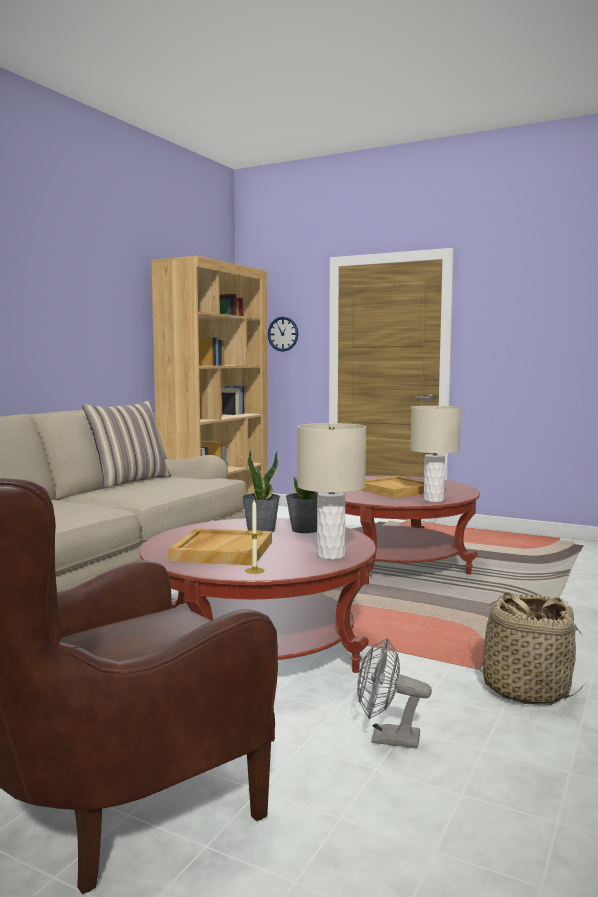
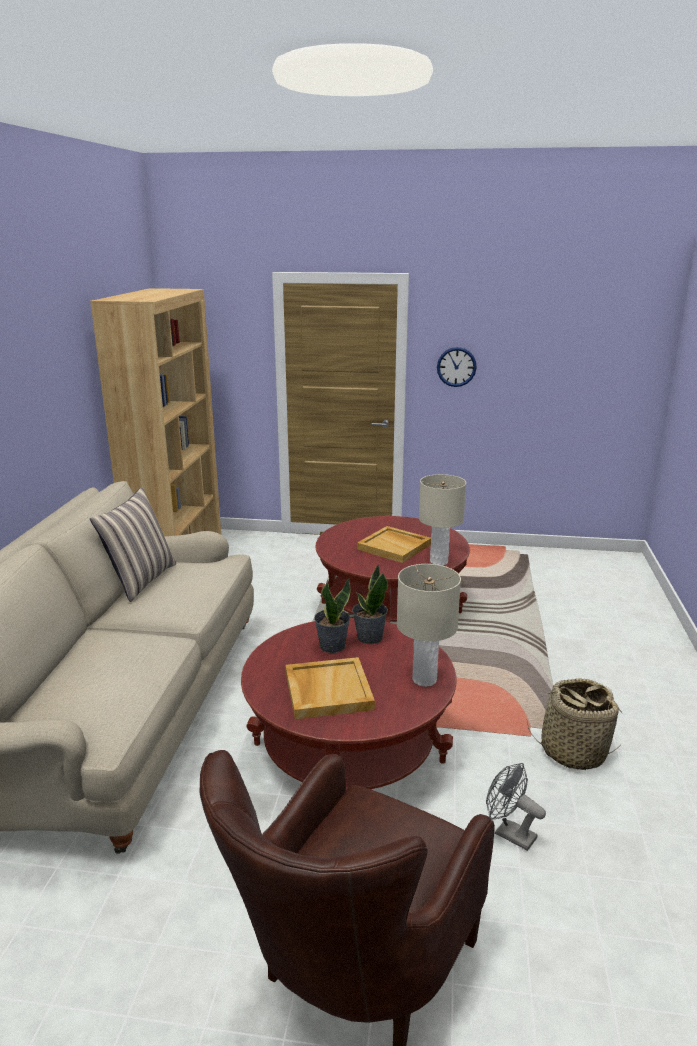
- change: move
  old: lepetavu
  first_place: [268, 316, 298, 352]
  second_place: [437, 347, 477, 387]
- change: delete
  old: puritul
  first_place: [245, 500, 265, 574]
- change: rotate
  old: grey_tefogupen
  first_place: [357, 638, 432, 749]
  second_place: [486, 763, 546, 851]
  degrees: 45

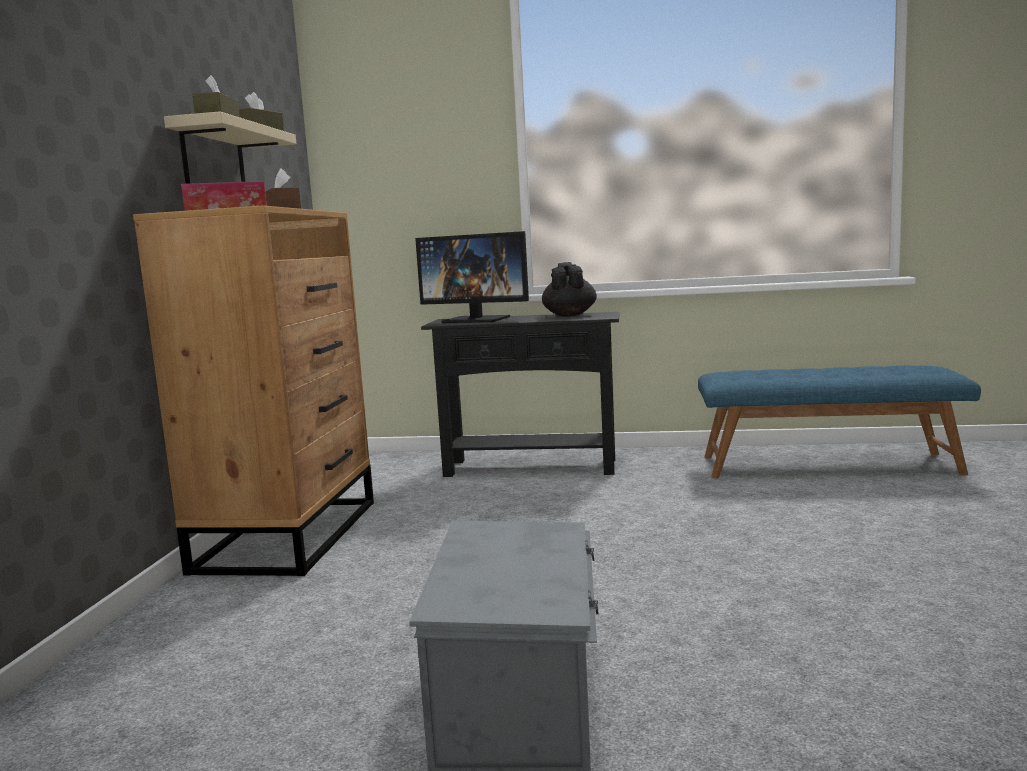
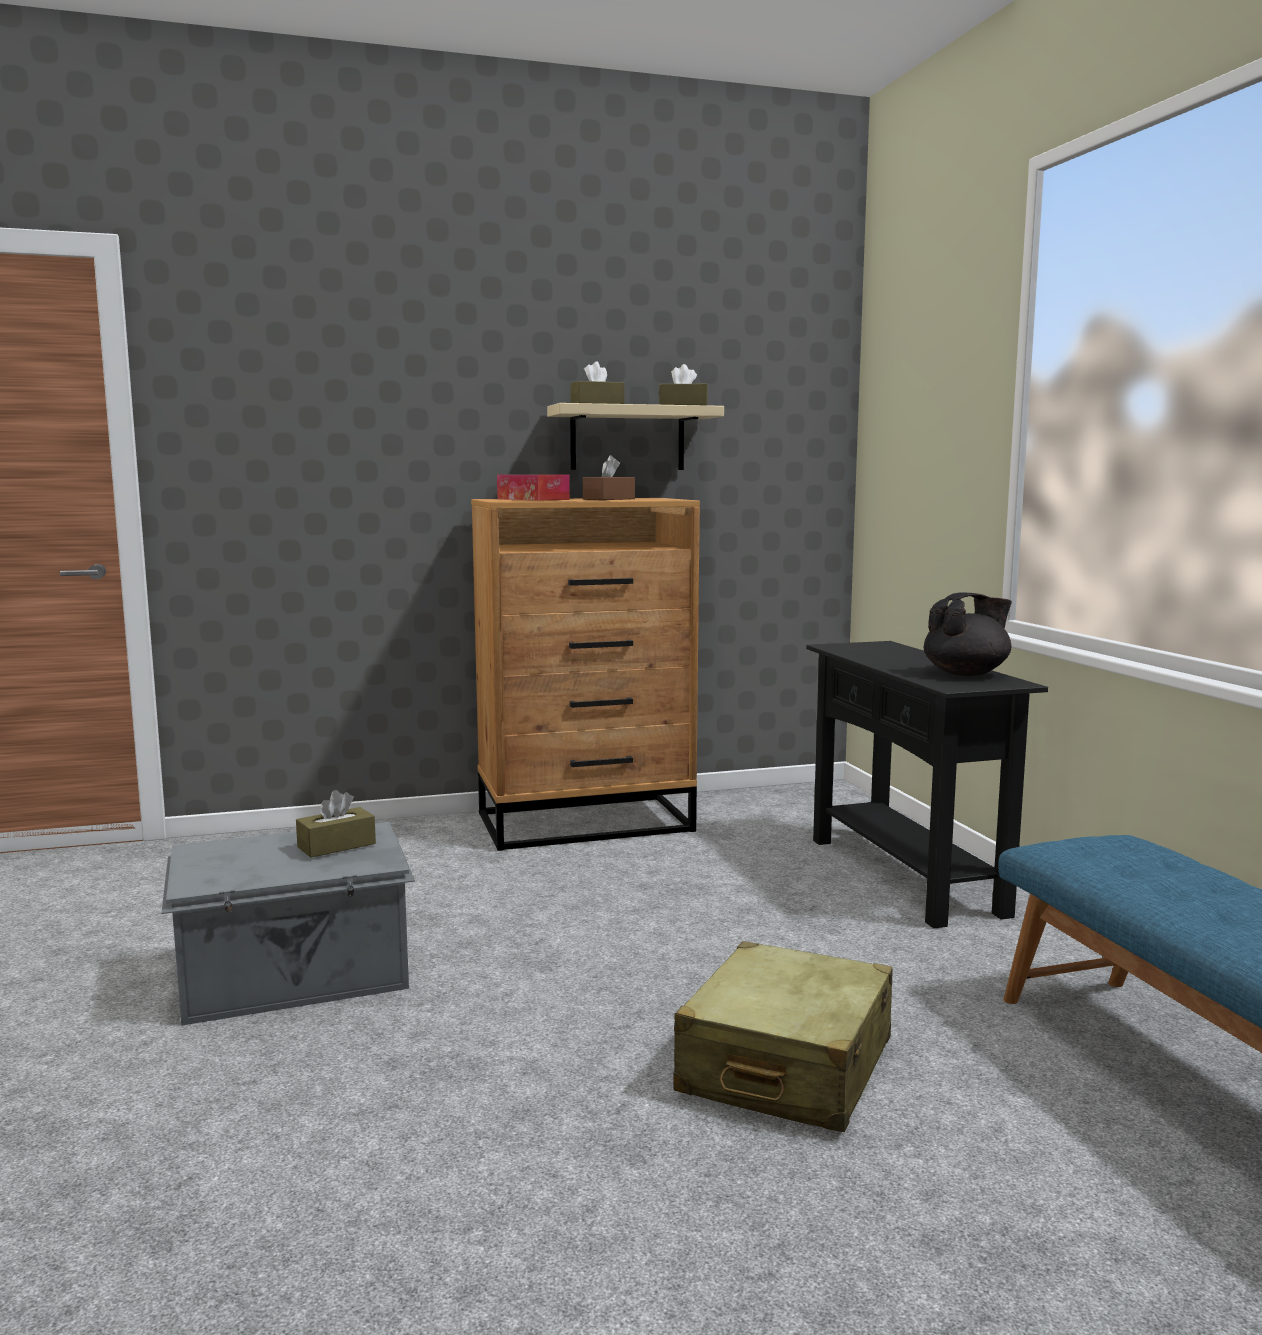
- change: delete
  old: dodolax
  first_place: [415, 231, 529, 323]
- change: insert
  new: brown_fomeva
  second_place: [296, 790, 376, 858]
- change: insert
  new: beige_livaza
  second_place: [673, 941, 892, 1132]

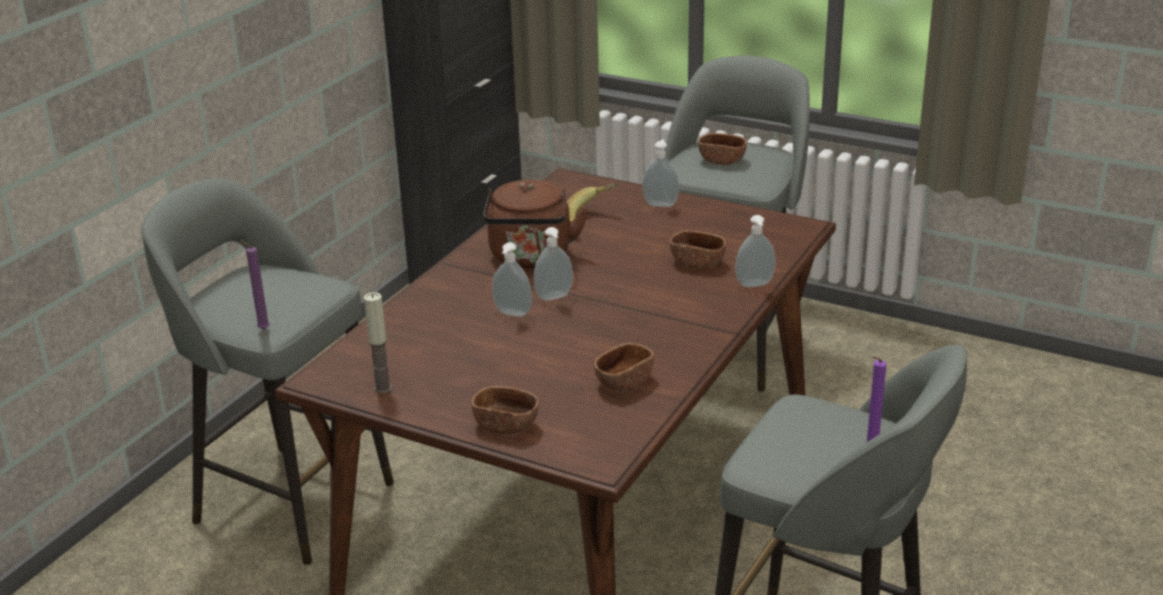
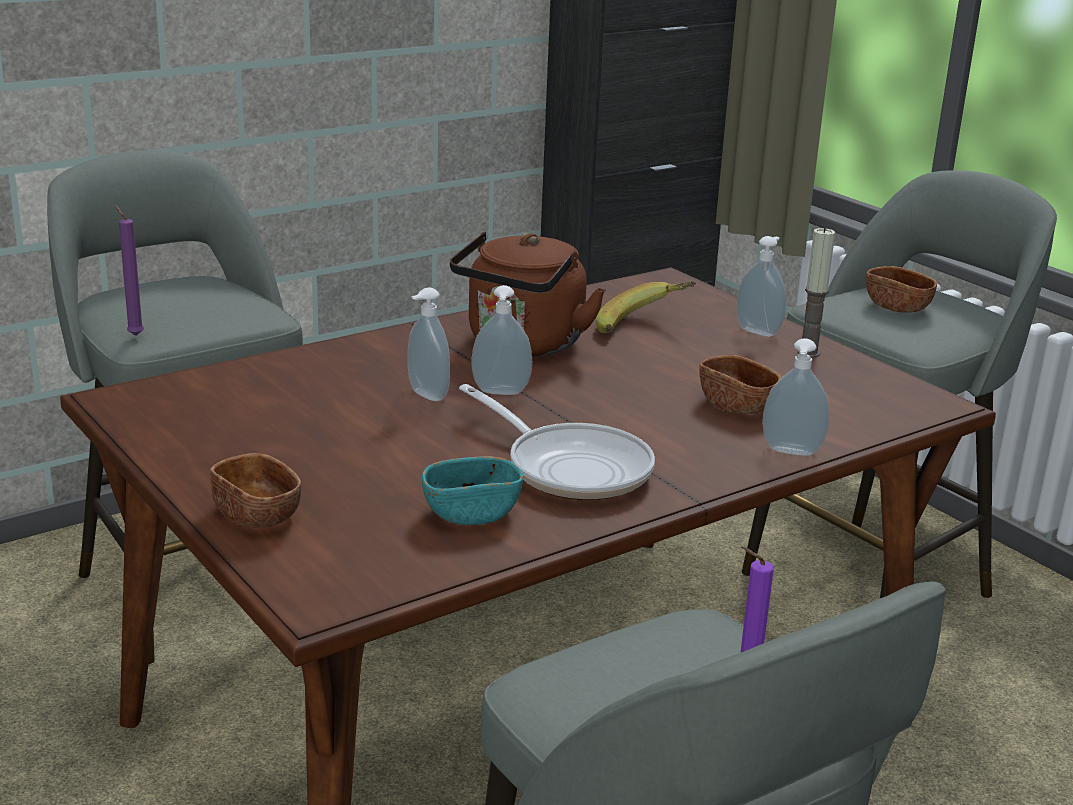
- change: move
  old: puritul
  first_place: [364, 292, 392, 394]
  second_place: [798, 227, 835, 358]
- change: recolor
  old: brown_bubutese
  new: turquoise_bubutese
  first_place: [594, 343, 654, 392]
  second_place: [422, 456, 523, 525]
- change: insert
  new: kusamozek
  second_place: [459, 384, 655, 500]

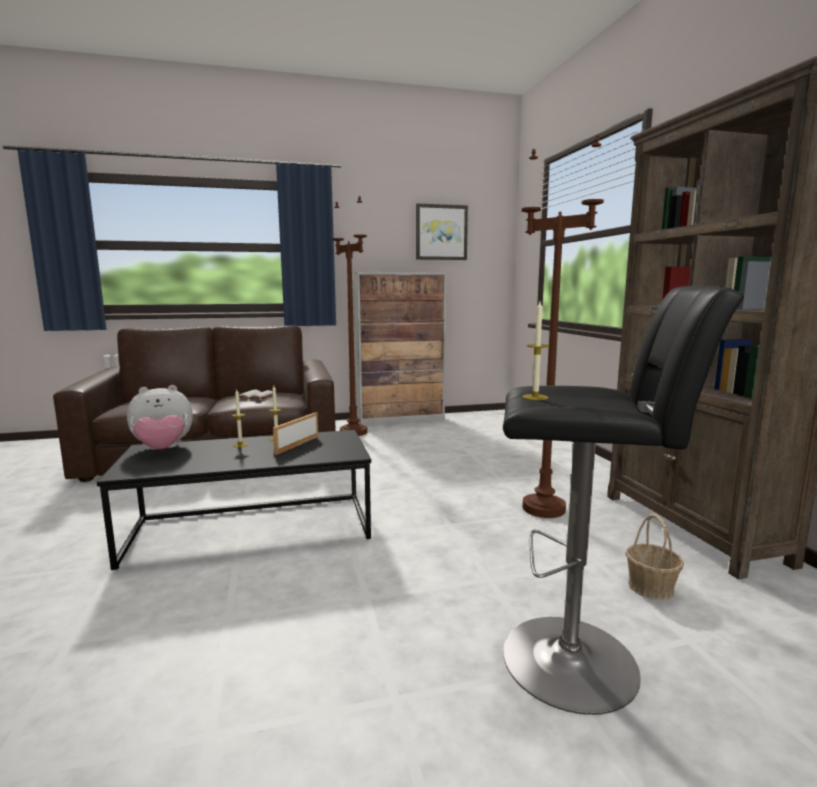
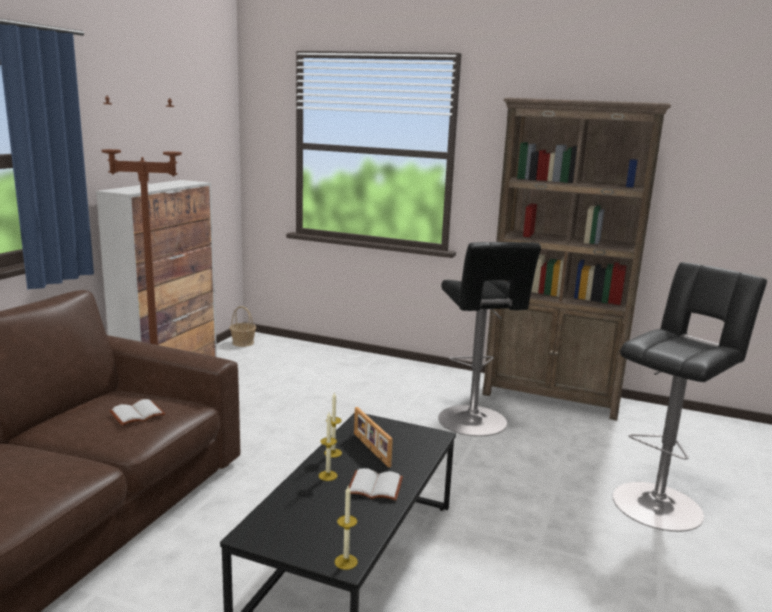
- change: replace
  old: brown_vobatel
  new: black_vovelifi
  first_place: [521, 135, 604, 518]
  second_place: [438, 242, 541, 436]
- change: delete
  old: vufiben
  first_place: [416, 203, 468, 260]
- change: move
  old: puritul
  first_place: [522, 301, 549, 400]
  second_place: [335, 486, 358, 570]
- change: delete
  old: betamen
  first_place: [127, 385, 193, 449]
- change: move
  old: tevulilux
  first_place: [625, 514, 684, 600]
  second_place: [229, 306, 256, 347]
- change: insert
  new: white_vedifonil
  second_place: [349, 468, 403, 501]

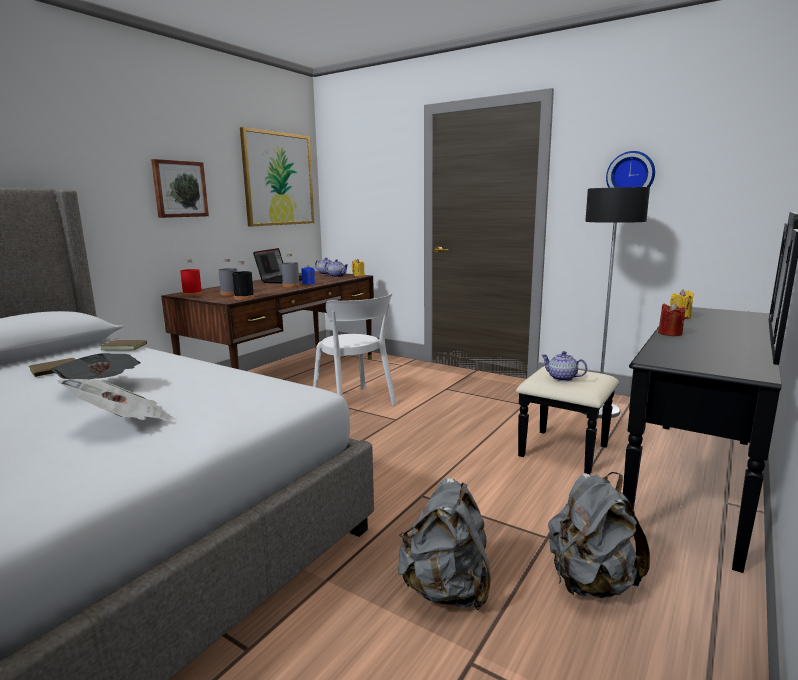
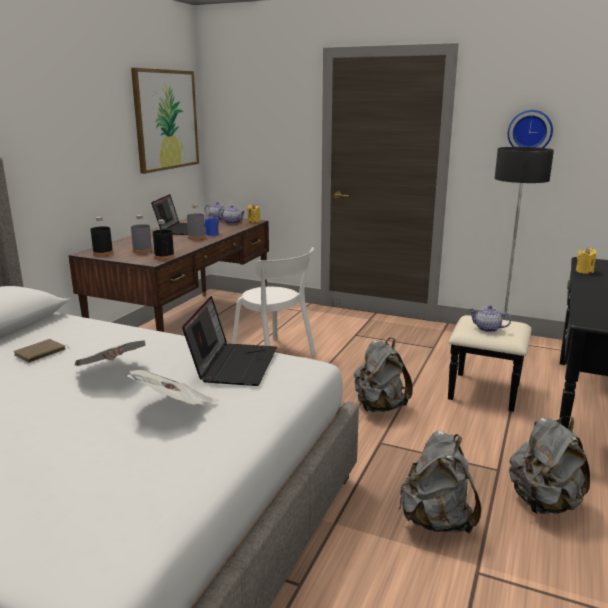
- change: delete
  old: vufiben
  first_place: [151, 159, 209, 218]
- change: recolor
  old: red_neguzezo
  new: black_neguzezo
  first_place: [180, 259, 202, 297]
  second_place: [90, 217, 113, 256]
- change: delete
  old: red_puritul
  first_place: [658, 302, 685, 336]
- change: delete
  old: brown_vedifonil
  first_place: [101, 339, 147, 350]
- change: insert
  new: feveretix
  second_place: [182, 296, 277, 386]
- change: insert
  new: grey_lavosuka
  second_place: [354, 338, 413, 412]

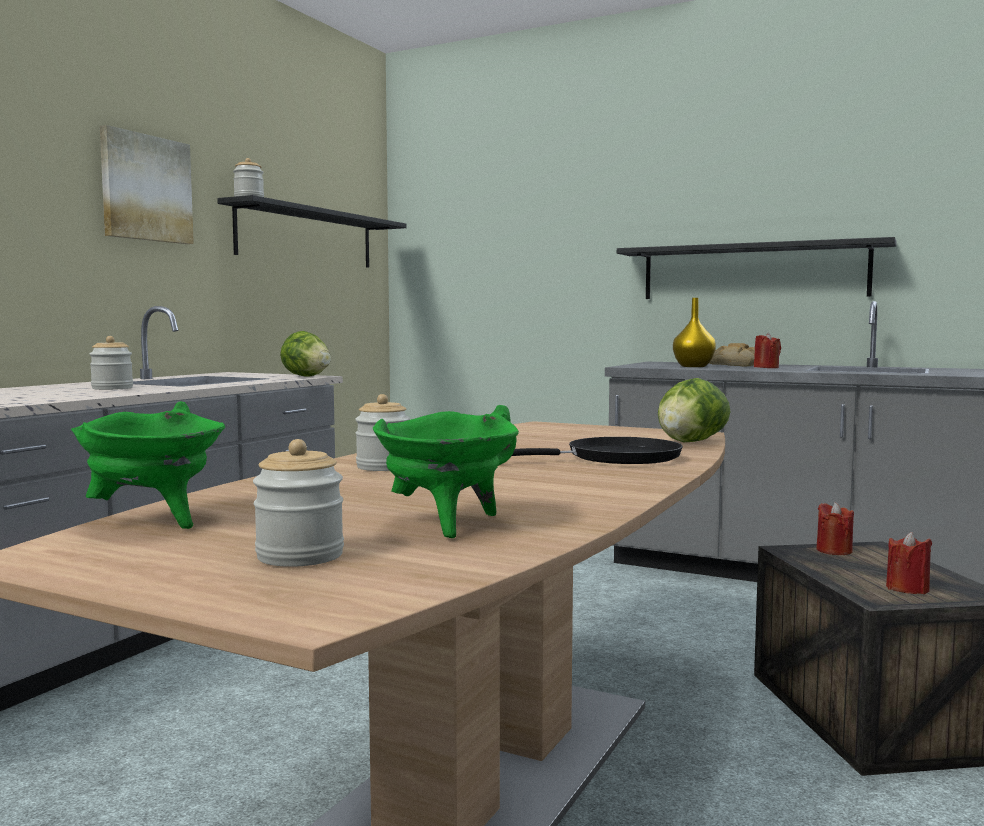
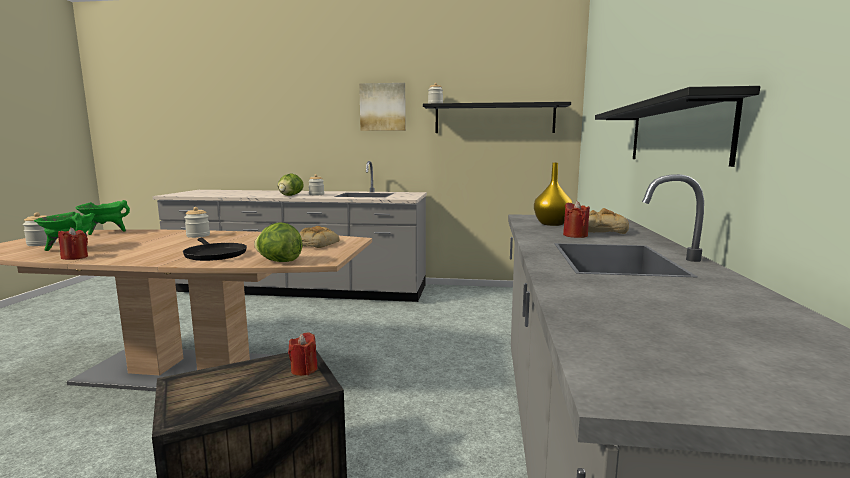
- change: move
  old: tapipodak
  first_place: [280, 331, 331, 377]
  second_place: [278, 173, 304, 196]
- change: move
  old: red_puritul
  first_place: [886, 532, 932, 594]
  second_place: [58, 227, 88, 260]
- change: insert
  new: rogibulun
  second_place: [299, 226, 340, 248]

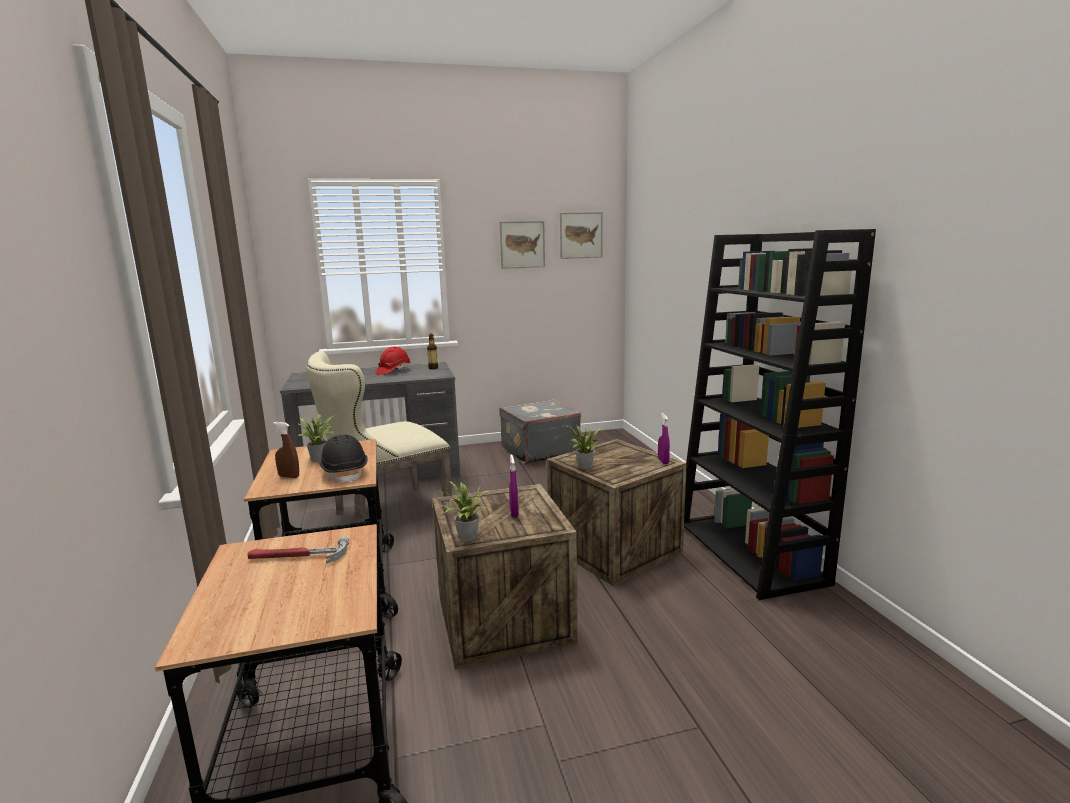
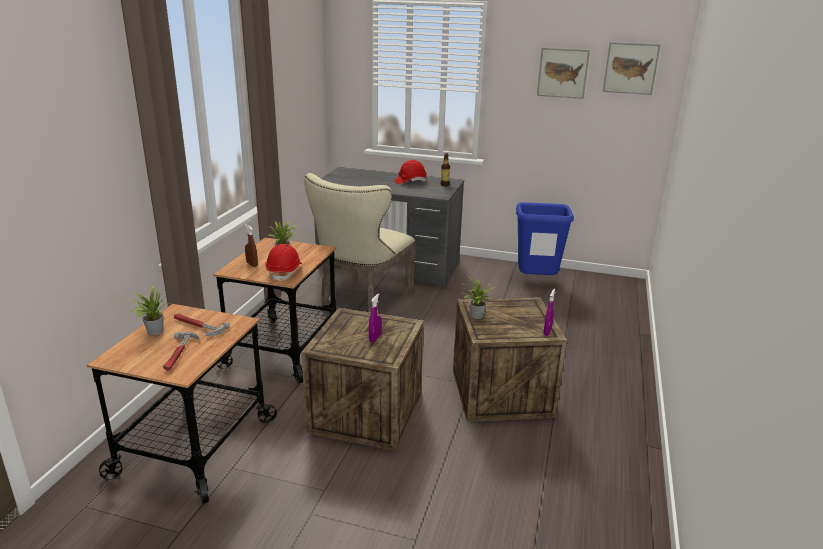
- change: delete
  old: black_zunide
  first_place: [684, 229, 876, 600]
- change: rotate
  old: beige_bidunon
  first_place: [306, 351, 452, 523]
  second_place: [304, 173, 415, 313]
  degrees: -60
- change: replace
  old: grey_livaza
  new: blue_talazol
  first_place: [499, 399, 581, 464]
  second_place: [516, 202, 574, 275]
- change: recolor
  old: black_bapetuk
  new: red_bapetuk
  first_place: [319, 435, 368, 483]
  second_place: [265, 244, 302, 282]
- change: move
  old: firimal
  first_place: [440, 481, 489, 541]
  second_place: [129, 285, 169, 336]
- change: insert
  new: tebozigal
  second_place: [163, 332, 200, 371]

